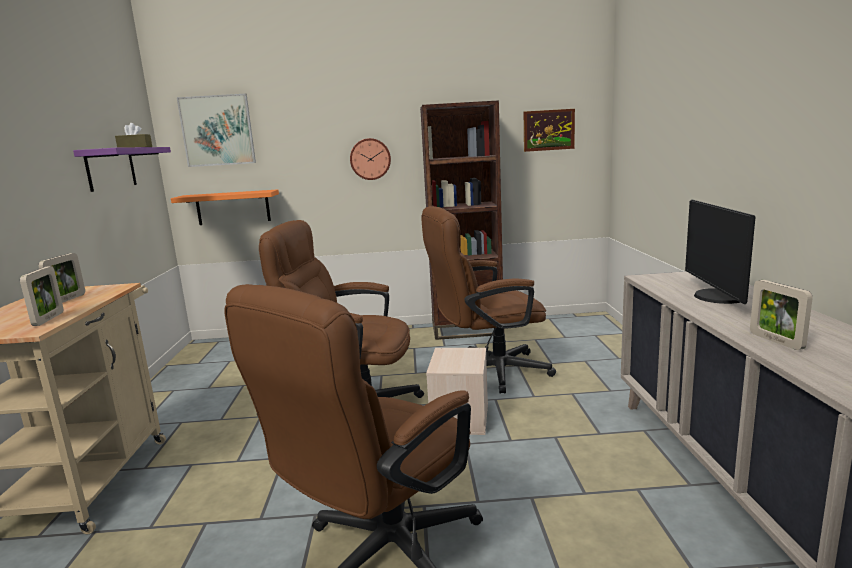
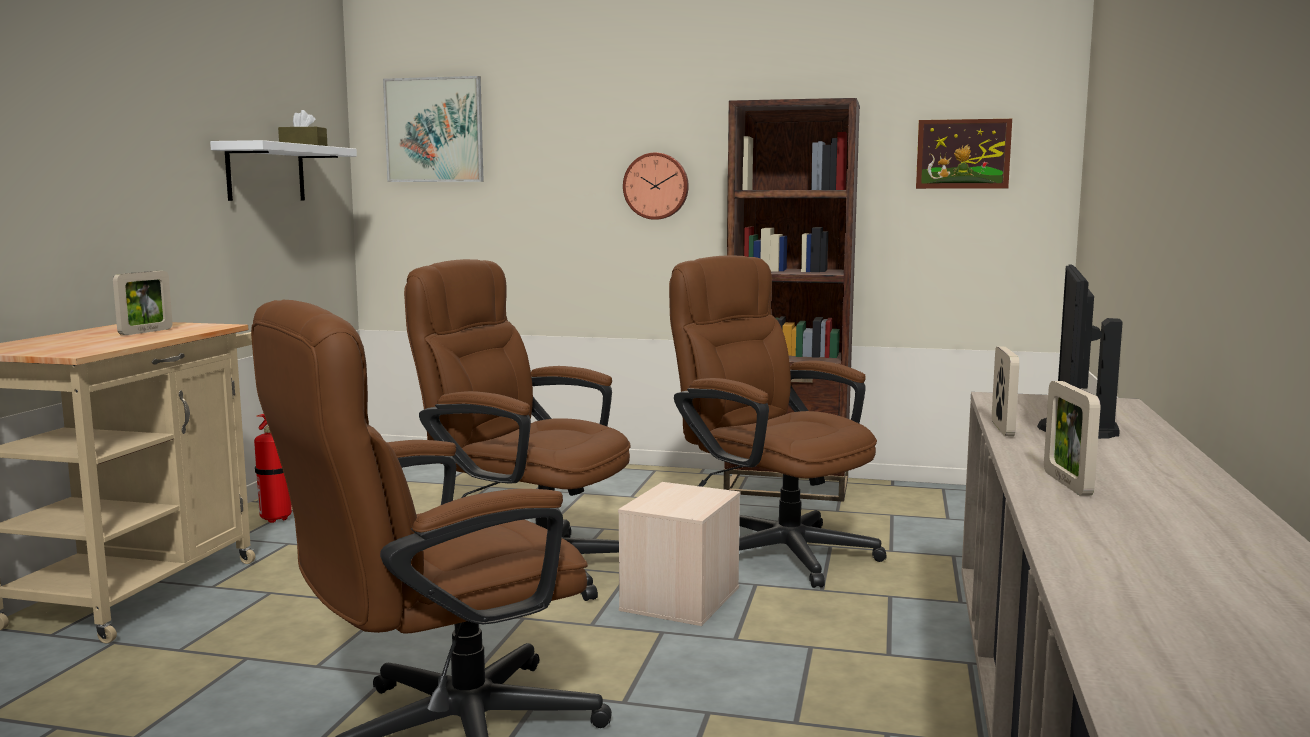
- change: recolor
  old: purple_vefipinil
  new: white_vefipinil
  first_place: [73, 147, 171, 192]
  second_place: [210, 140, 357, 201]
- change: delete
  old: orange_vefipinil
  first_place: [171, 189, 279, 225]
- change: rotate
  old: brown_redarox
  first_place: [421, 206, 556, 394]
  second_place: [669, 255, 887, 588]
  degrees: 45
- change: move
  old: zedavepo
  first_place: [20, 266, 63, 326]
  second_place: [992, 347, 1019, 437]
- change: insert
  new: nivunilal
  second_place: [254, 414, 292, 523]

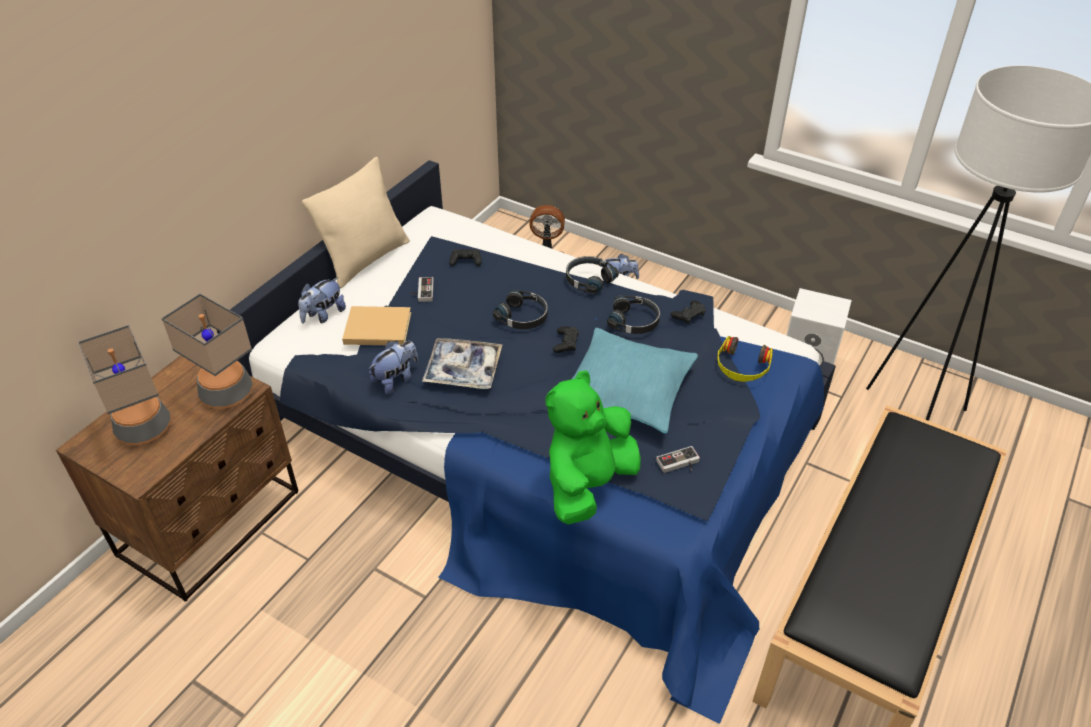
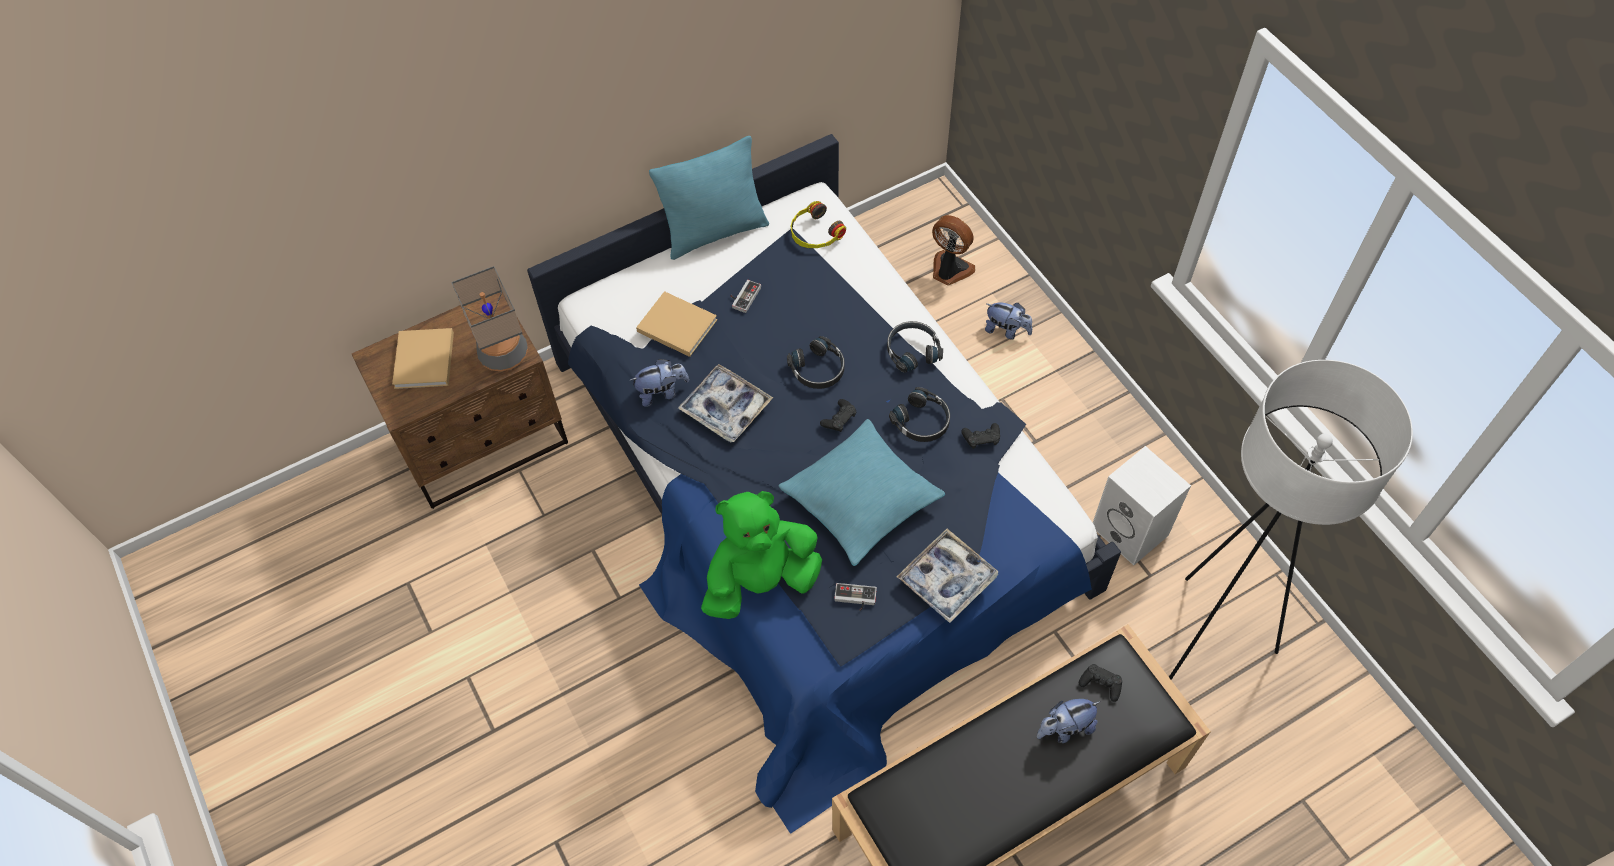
- change: recolor
  old: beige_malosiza
  new: turquoise_malosiza
  first_place: [302, 157, 410, 288]
  second_place: [649, 136, 769, 260]
- change: move
  old: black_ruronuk
  first_place: [449, 249, 482, 266]
  second_place: [1079, 664, 1122, 702]
- change: move
  old: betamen
  first_place: [298, 277, 346, 323]
  second_place: [1037, 699, 1101, 743]
- change: replace
  old: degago
  new: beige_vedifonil
  first_place: [78, 325, 171, 445]
  second_place: [392, 328, 454, 389]
- change: move
  old: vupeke
  first_place: [717, 336, 773, 382]
  second_place: [791, 201, 846, 248]
- change: insert
  new: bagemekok
  second_place: [897, 529, 998, 623]

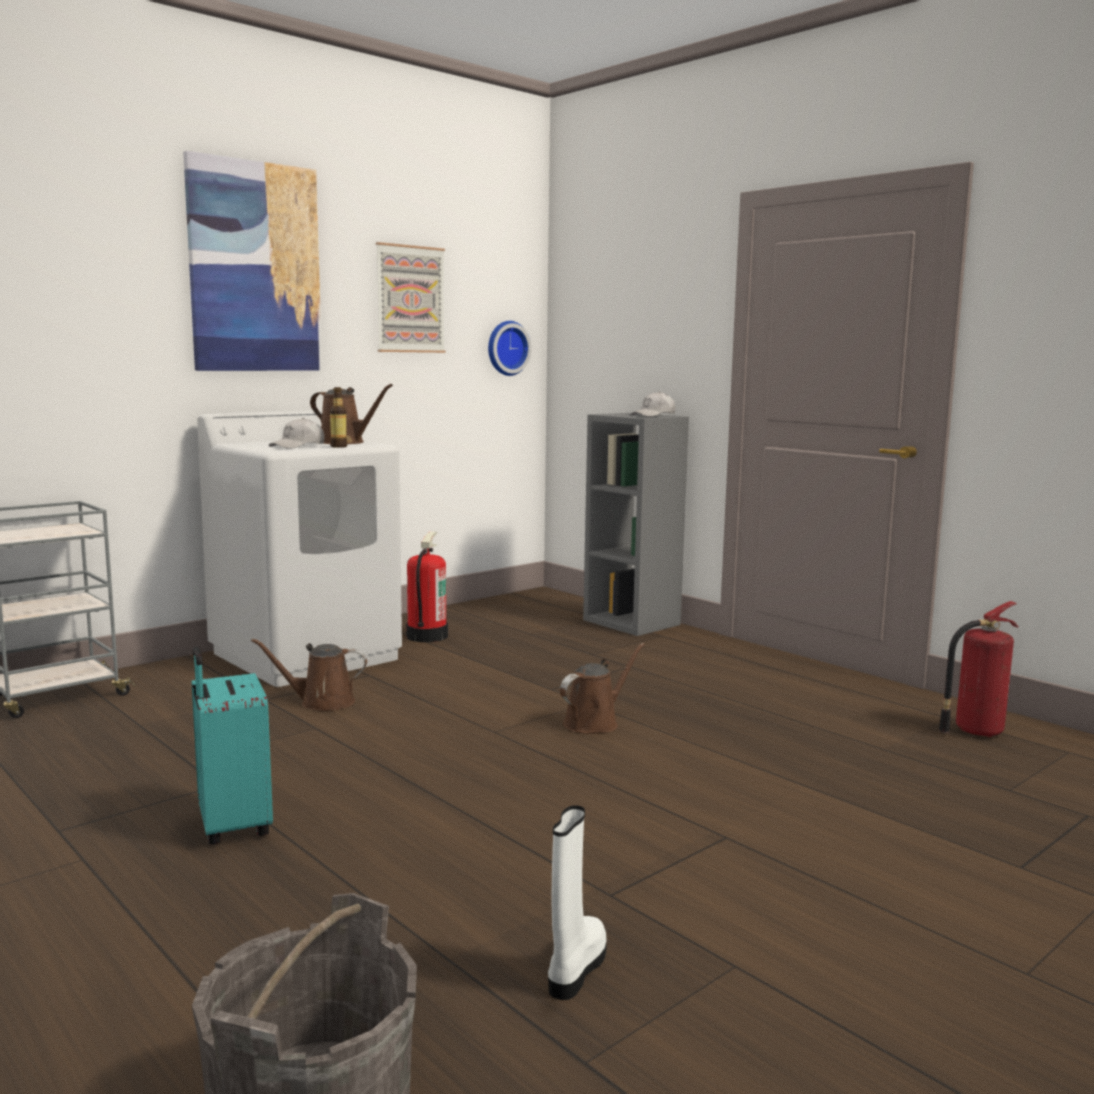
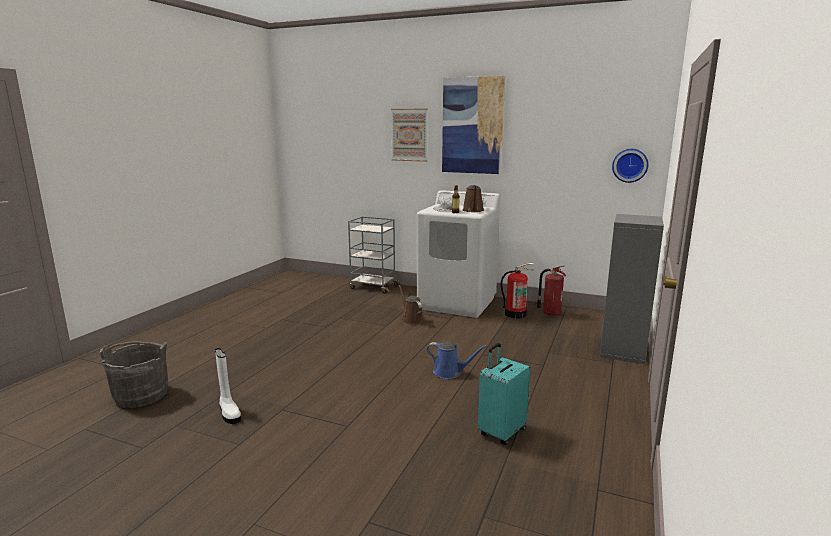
- change: move
  old: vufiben
  first_place: [376, 242, 445, 353]
  second_place: [391, 108, 428, 162]
- change: delete
  old: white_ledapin
  first_place: [631, 392, 675, 417]
- change: move
  old: nivunilal
  first_place: [938, 601, 1018, 738]
  second_place: [537, 266, 566, 315]
- change: recolor
  old: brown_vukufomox
  new: blue_vukufomox
  first_place: [560, 643, 645, 734]
  second_place: [427, 342, 487, 379]
- change: move
  old: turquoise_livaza
  first_place: [191, 646, 273, 845]
  second_place: [478, 343, 530, 445]
- change: rotate
  old: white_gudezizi
  first_place: [548, 805, 607, 1000]
  second_place: [215, 348, 241, 424]
  degrees: 60

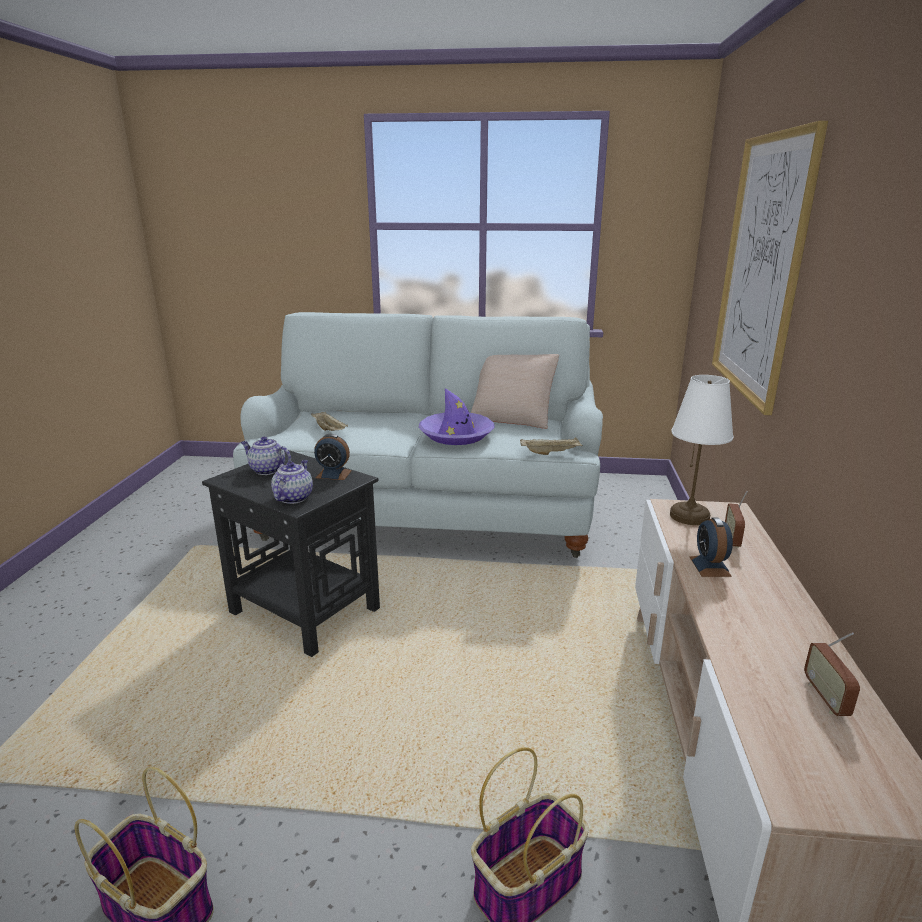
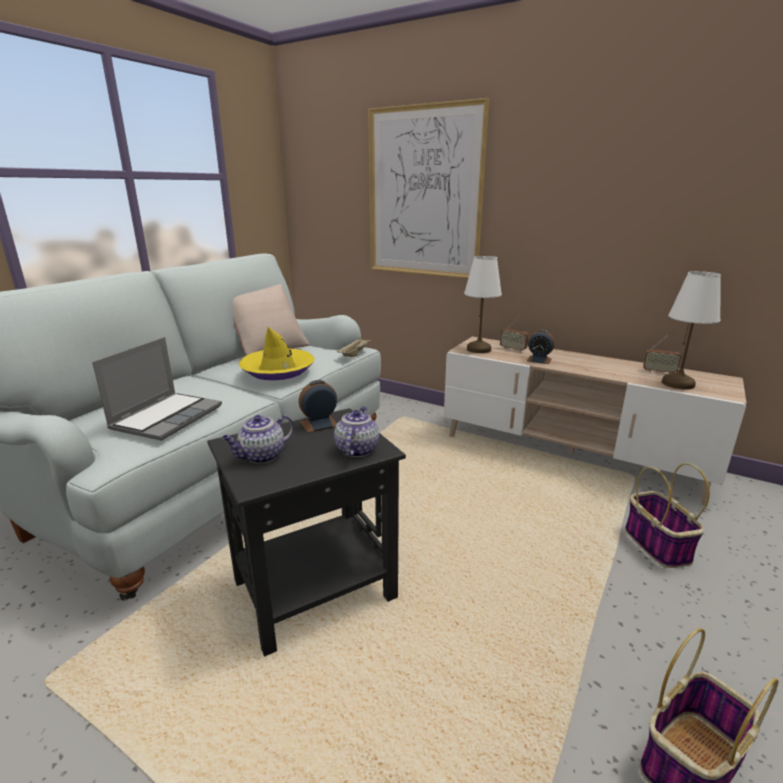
- change: recolor
  old: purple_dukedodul
  new: yellow_dukedodul
  first_place: [419, 388, 495, 445]
  second_place: [239, 327, 315, 380]
- change: replace
  old: beige_bagemekok
  new: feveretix
  first_place: [311, 412, 348, 431]
  second_place: [92, 337, 222, 441]
- change: rotate
  old: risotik
  first_place: [314, 434, 352, 480]
  second_place: [299, 380, 337, 433]
  degrees: -150
- change: rotate
  old: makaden
  first_place: [271, 460, 313, 504]
  second_place: [334, 406, 379, 457]
  degrees: 60
- change: insert
  new: white_degago
  second_place: [662, 271, 721, 390]

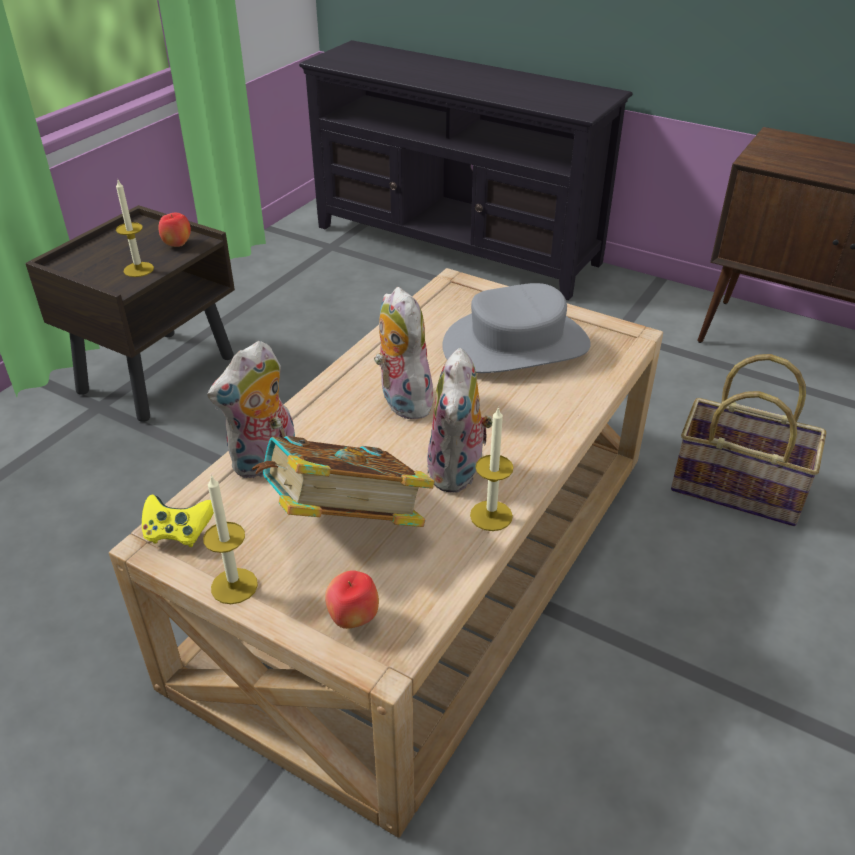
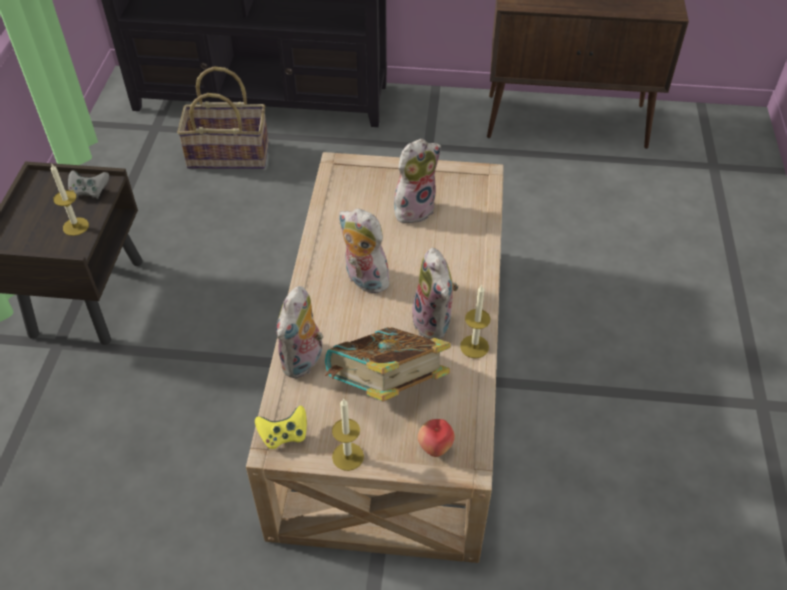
- change: replace
  old: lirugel
  new: grey_ruronuk
  first_place: [158, 213, 191, 247]
  second_place: [68, 170, 109, 199]
- change: replace
  old: grey_dukedodul
  new: betamen
  first_place: [442, 283, 591, 373]
  second_place: [394, 139, 441, 223]
- change: move
  old: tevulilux
  first_place: [671, 354, 826, 526]
  second_place: [177, 66, 269, 169]

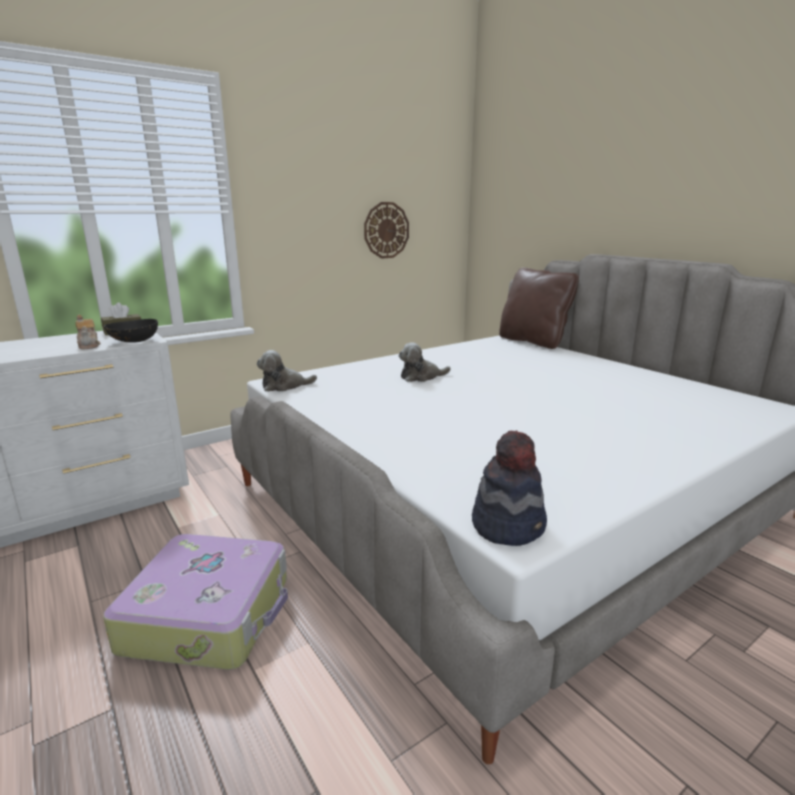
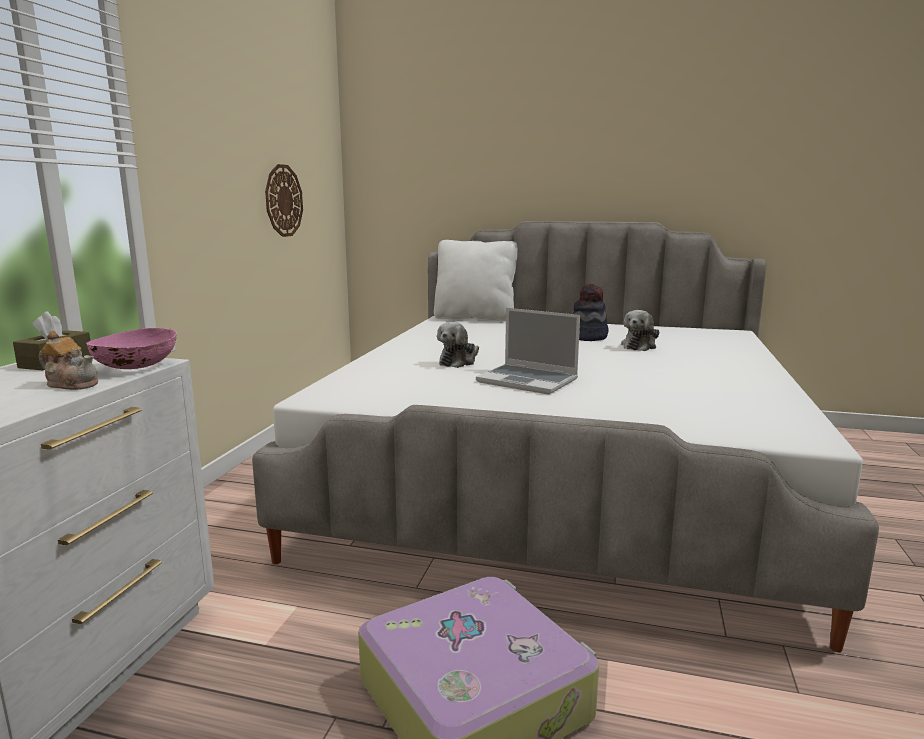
- change: recolor
  old: brown_malosiza
  new: white_malosiza
  first_place: [499, 268, 579, 349]
  second_place: [434, 240, 518, 321]
- change: recolor
  old: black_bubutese
  new: pink_bubutese
  first_place: [104, 319, 158, 343]
  second_place: [86, 328, 177, 369]
- change: move
  old: betamen
  first_place: [257, 350, 317, 392]
  second_place: [621, 310, 659, 351]
- change: move
  old: dukedodul
  first_place: [472, 430, 547, 546]
  second_place: [572, 284, 609, 341]
- change: insert
  new: feveretix
  second_place: [476, 308, 580, 395]

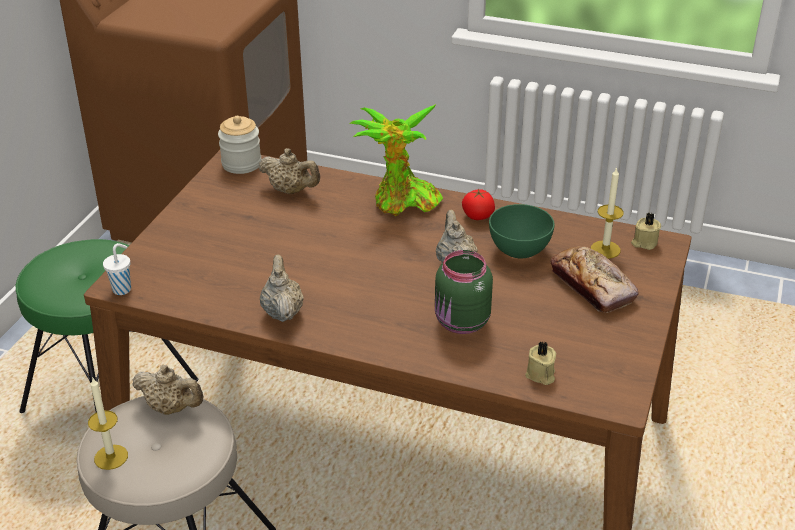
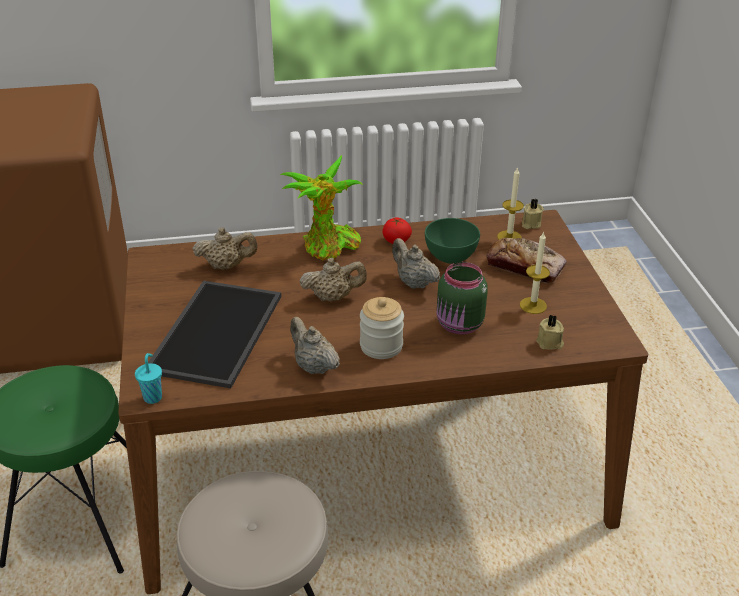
- change: move
  old: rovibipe
  first_place: [218, 116, 262, 174]
  second_place: [360, 297, 404, 359]
- change: recolor
  old: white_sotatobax
  new: turquoise_sotatobax
  first_place: [103, 243, 131, 295]
  second_place: [135, 353, 162, 404]
- change: move
  old: beige_makaden
  first_place: [132, 365, 204, 415]
  second_place: [299, 258, 367, 301]
- change: move
  old: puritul
  first_place: [88, 377, 128, 470]
  second_place: [520, 231, 550, 314]
- change: insert
  new: bagemekok
  second_place: [148, 281, 282, 389]

